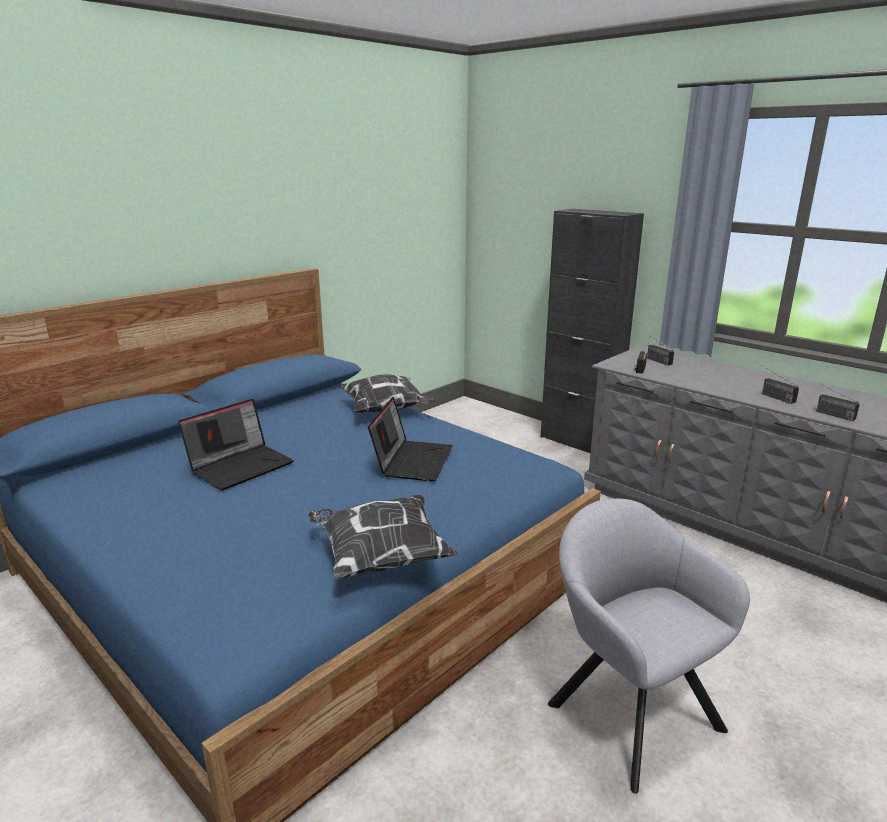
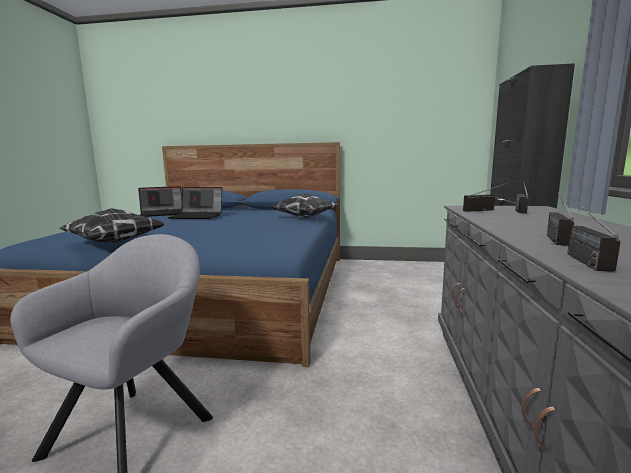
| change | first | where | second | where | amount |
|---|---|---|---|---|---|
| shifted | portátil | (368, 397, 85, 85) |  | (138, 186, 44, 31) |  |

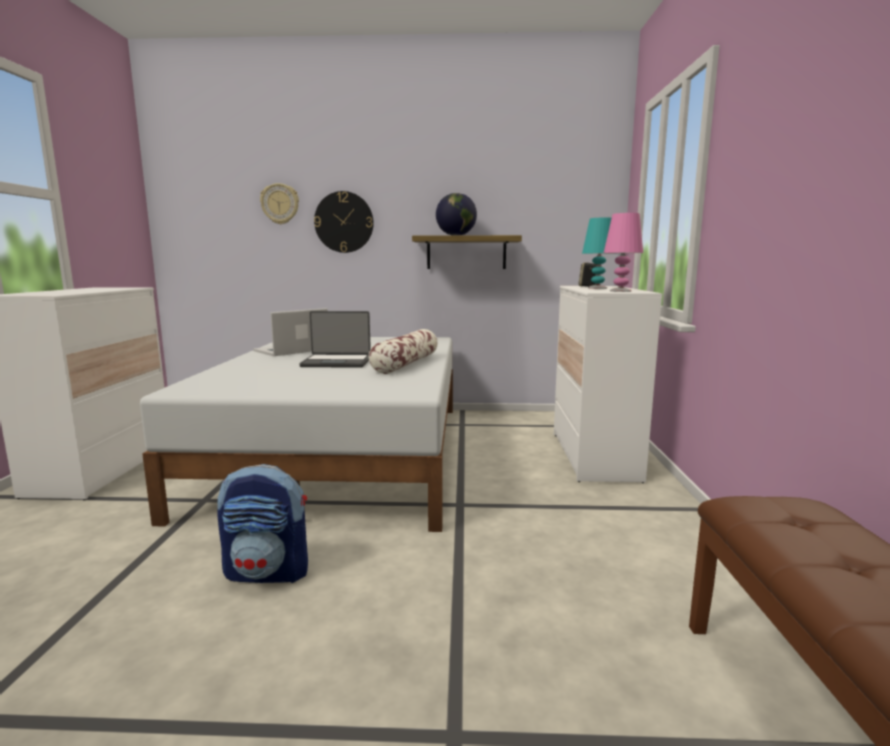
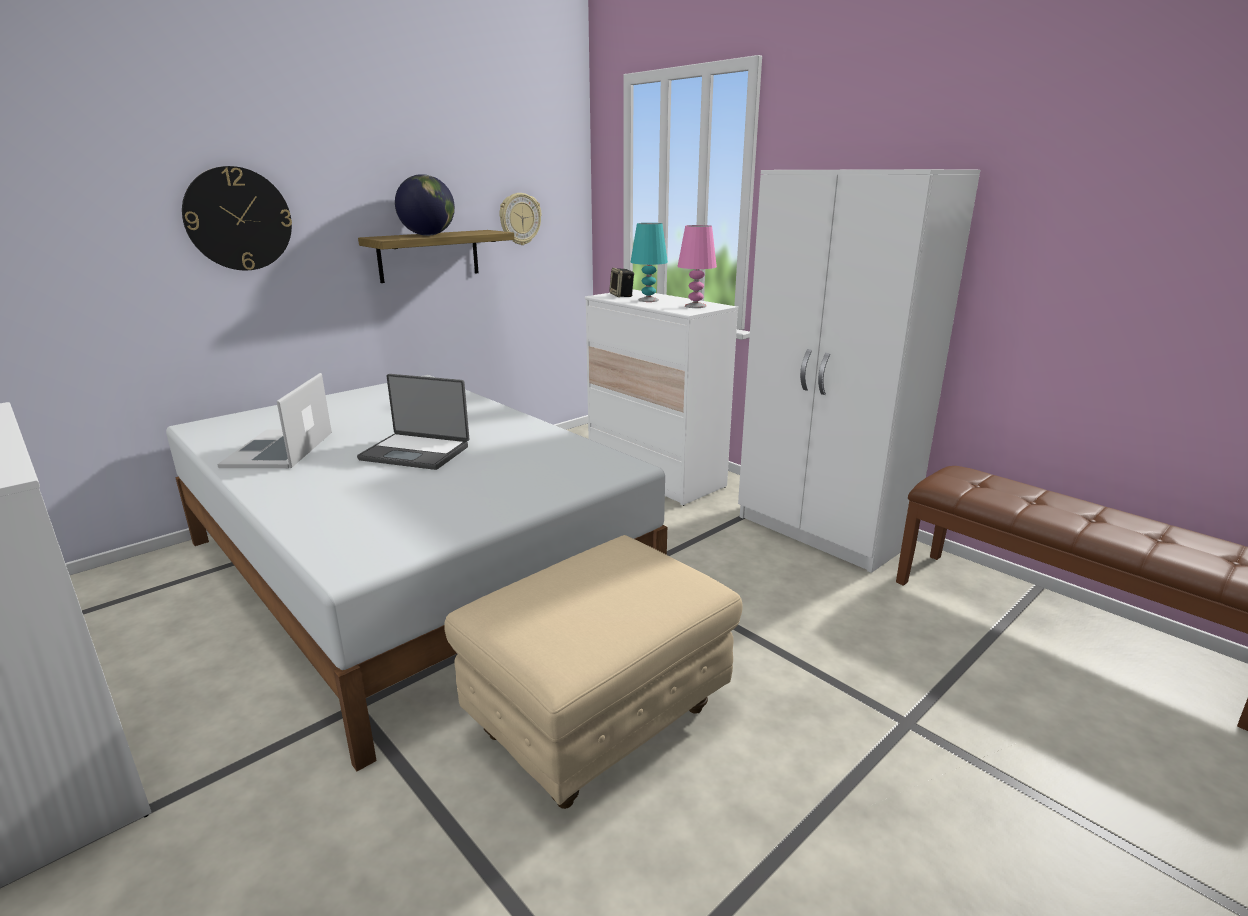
| change | first | where | second | where | amount |
|---|---|---|---|---|---|
| gone | cojín | (369, 329, 69, 45) |  |  |  |
| new |  |  | armario ropero/blanco | (738, 169, 242, 404) |  |
| shifted | reloj de pared | (260, 183, 39, 41) |  | (499, 193, 42, 52) |  |
| swapped | mochila | (217, 464, 91, 119) | puf/beis | (444, 535, 298, 274) |  |
| rotated | portátil | (299, 311, 72, 57) |  | (357, 374, 112, 96) | 60 degrees clockwise |

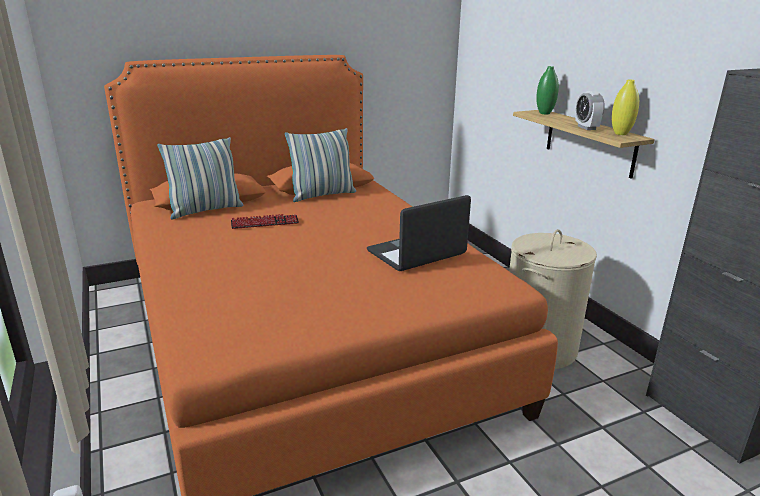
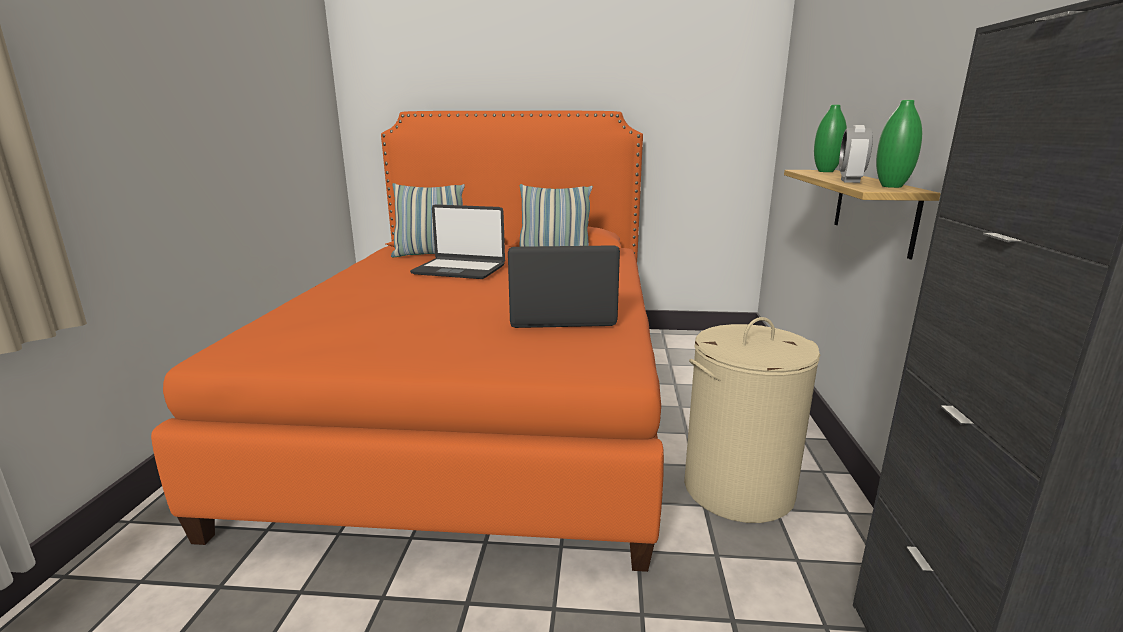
| change | first | where | second | where | amount |
|---|---|---|---|---|---|
| swapped | teclado | (231, 214, 68, 15) | portátil | (410, 204, 95, 75) |  |
| repainted | florero/amarillo | (612, 79, 27, 56) | florero/verde | (876, 100, 46, 88) |  |

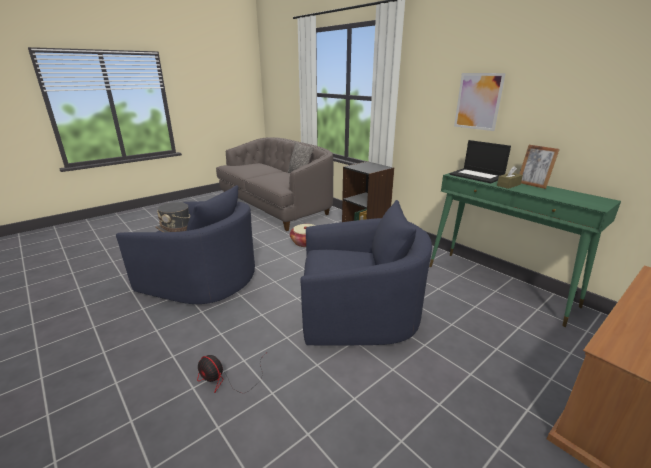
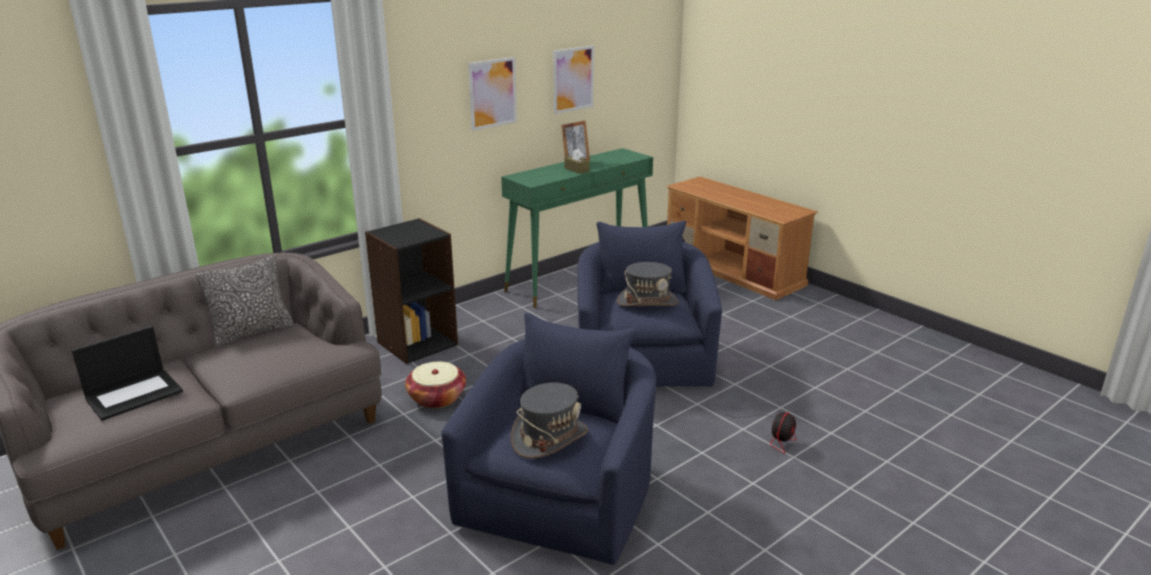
| change | first | where | second | where | amount |
|---|---|---|---|---|---|
| new |  |  | cuadro | (553, 46, 41, 68) |  |
| new |  |  | sombrero/gris | (617, 262, 61, 44) |  |
| shifted | portátil | (449, 140, 62, 43) |  | (72, 326, 111, 95) |  |

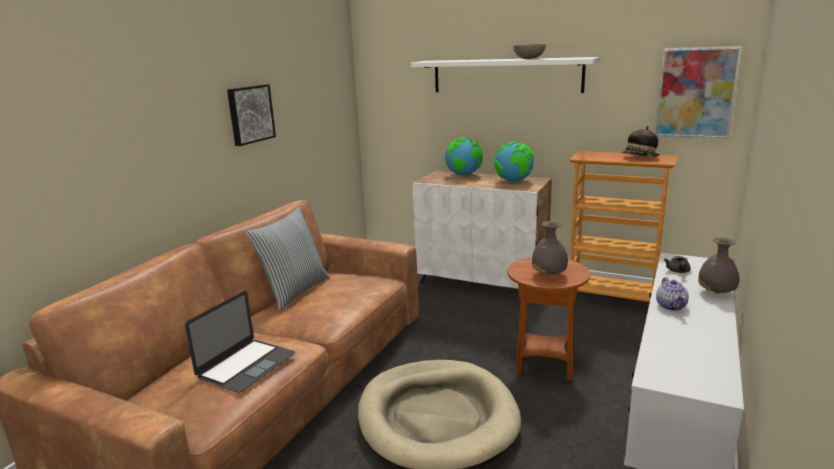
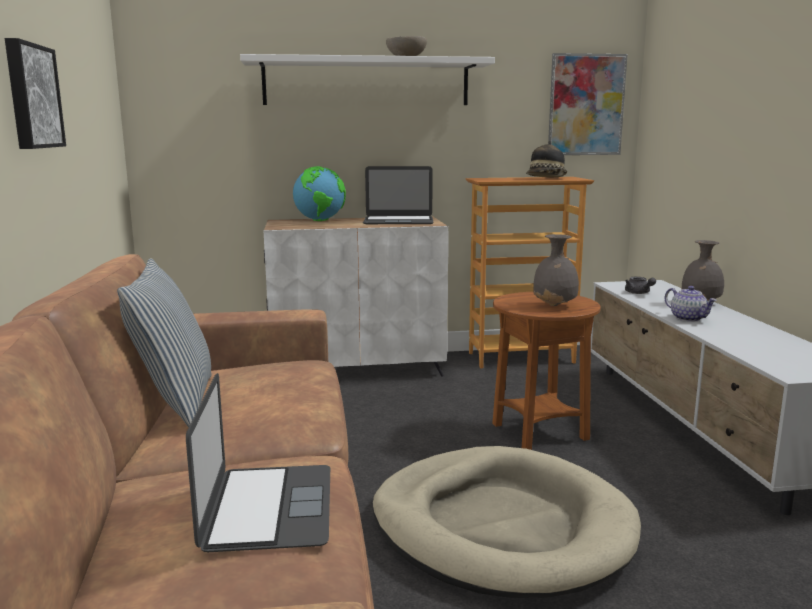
| change | first | where | second | where | amount |
|---|---|---|---|---|---|
| swapped | globo terráqueo | (494, 142, 40, 41) | portátil | (363, 166, 70, 58) |  |

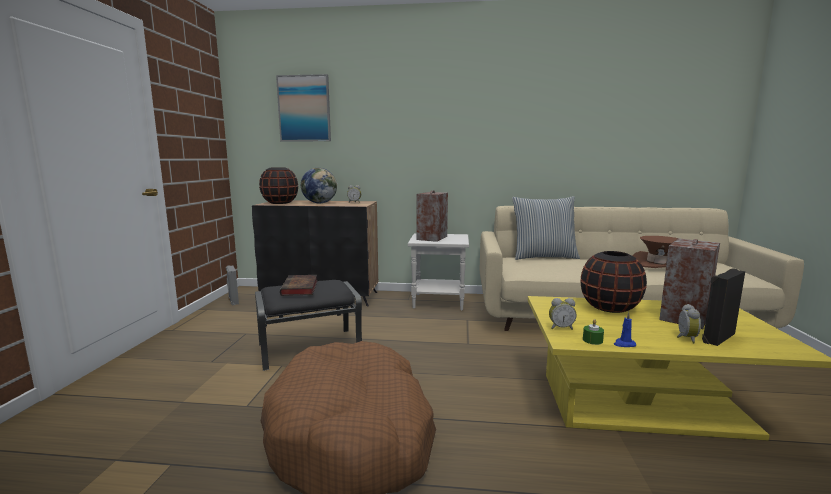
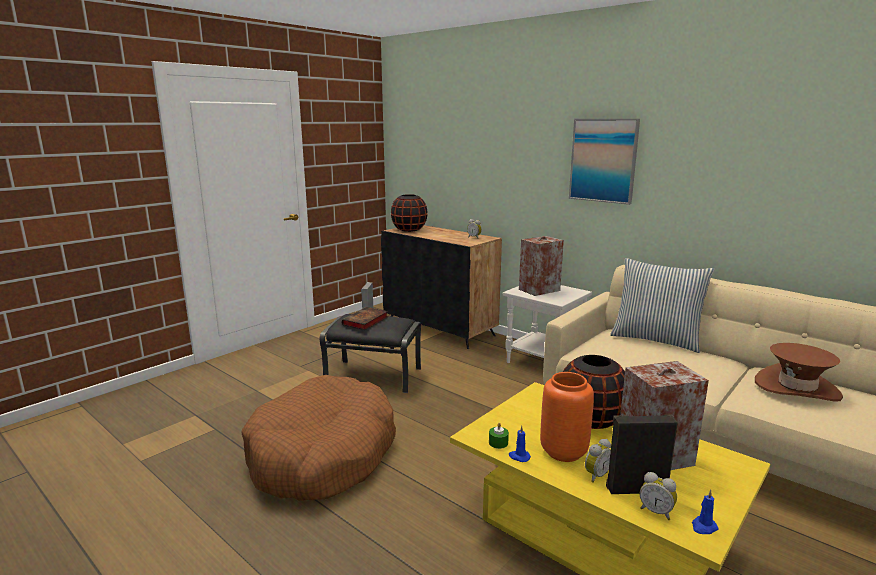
| change | first | where | second | where | amount |
|---|---|---|---|---|---|
| gone | globo terráqueo | (301, 168, 36, 36) |  |  |  |
| new |  |  | florero/naranja | (540, 372, 54, 90) |  |
| new |  |  | vela/azul | (692, 490, 27, 44) |  |
| shifted | cuadro | (276, 74, 55, 68) |  | (569, 119, 71, 86) |  |
| shifted | despertador | (549, 298, 28, 32) |  | (640, 472, 37, 48) |  |

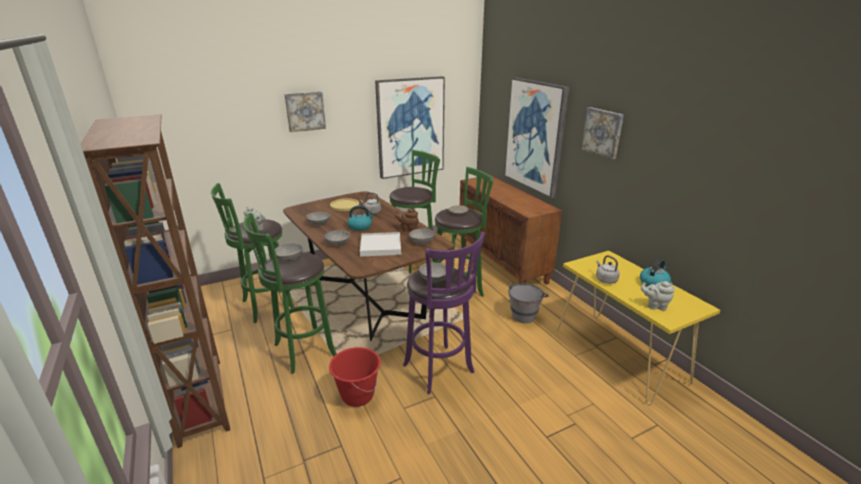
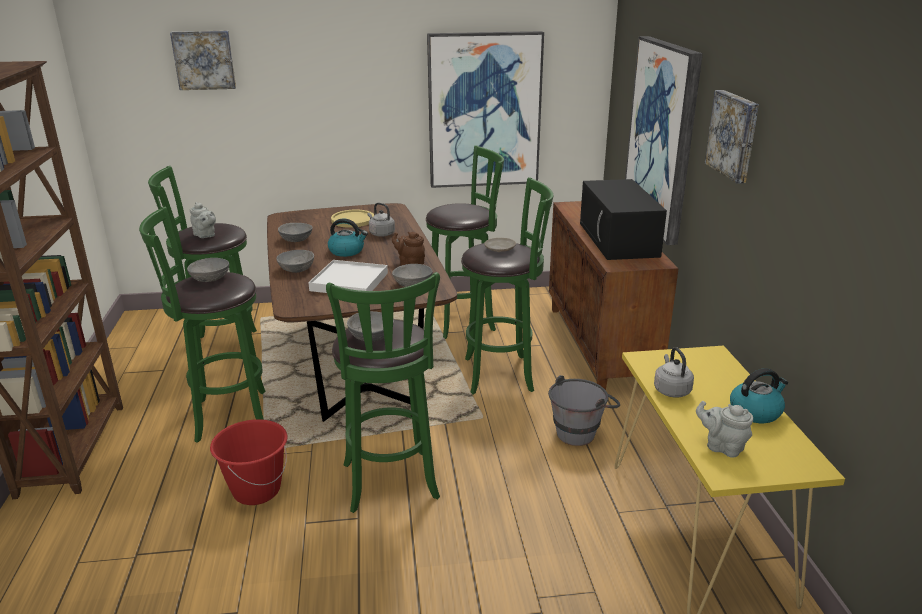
| change | first | where | second | where | amount |
|---|---|---|---|---|---|
| new |  |  | microondas/negro | (580, 179, 87, 81) |  |
| shifted | cuadro | (284, 91, 42, 41) |  | (170, 31, 66, 59) |  |
| repainted | taburete/morado | (403, 232, 82, 162) | taburete/verde | (326, 272, 114, 241) |  |

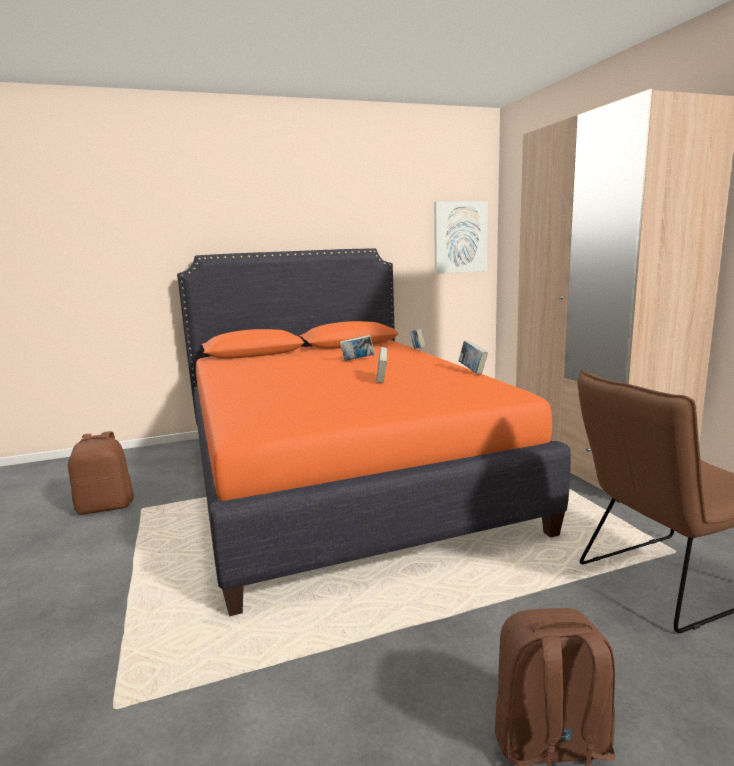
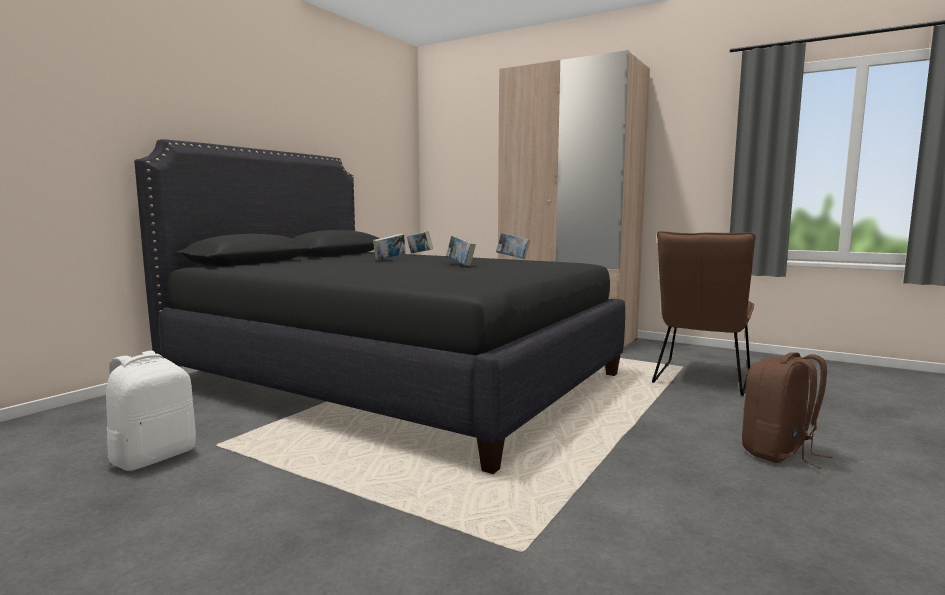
| change | first | where | second | where | amount |
|---|---|---|---|---|---|
| gone | cuadro | (434, 201, 54, 73) |  |  |  |
| repainted | mochila/marrón | (68, 431, 66, 84) | mochila/blanco | (106, 351, 90, 120) |  |
| repainted | cama/naranja | (177, 248, 394, 368) | cama/negro | (134, 139, 491, 335) |  |

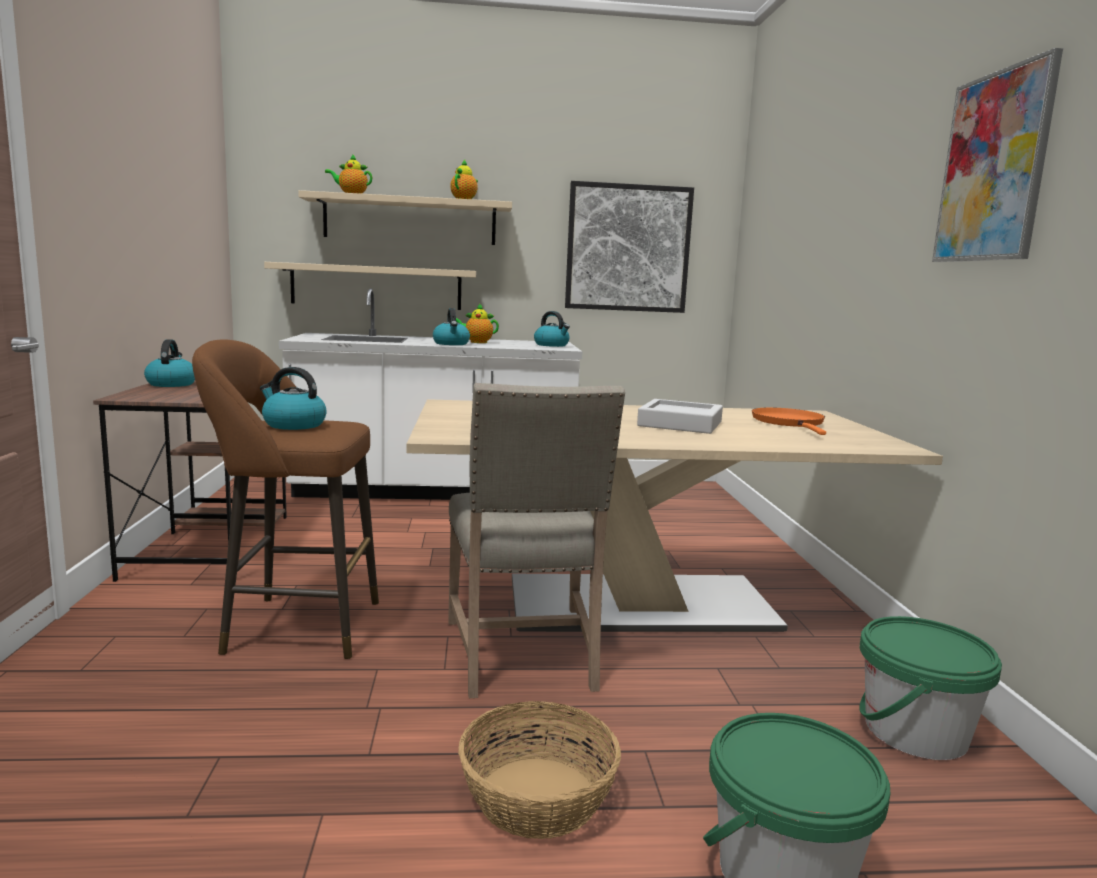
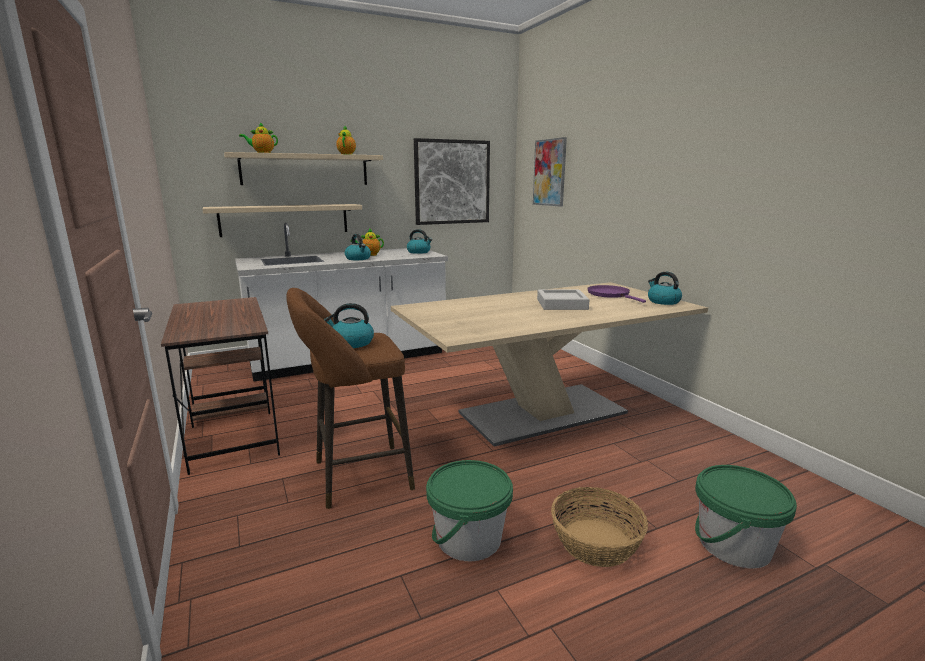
| change | first | where | second | where | amount |
|---|---|---|---|---|---|
| gone | silla/beis | (448, 383, 177, 315) |  |  |  |
| shifted | hervidor | (144, 339, 51, 48) |  | (648, 272, 34, 33) |  |
| shifted | cubo/verde | (859, 616, 143, 144) |  | (426, 460, 87, 101) |  |
| shifted | cuadro | (932, 48, 131, 214) |  | (533, 137, 34, 70) |  |
| repainted | sartén/naranja | (752, 407, 74, 28) | sartén/morado | (587, 285, 59, 18) |  |

